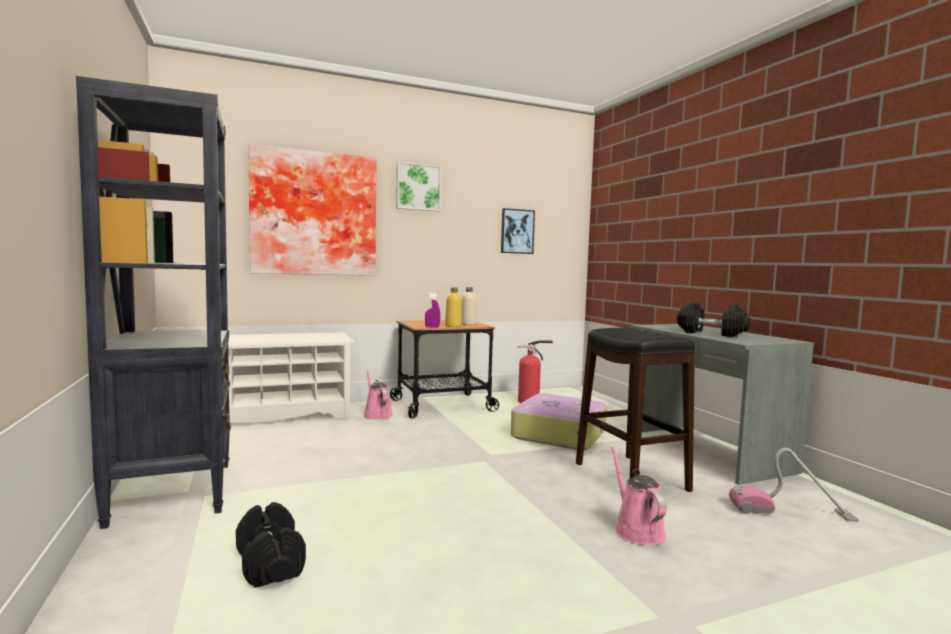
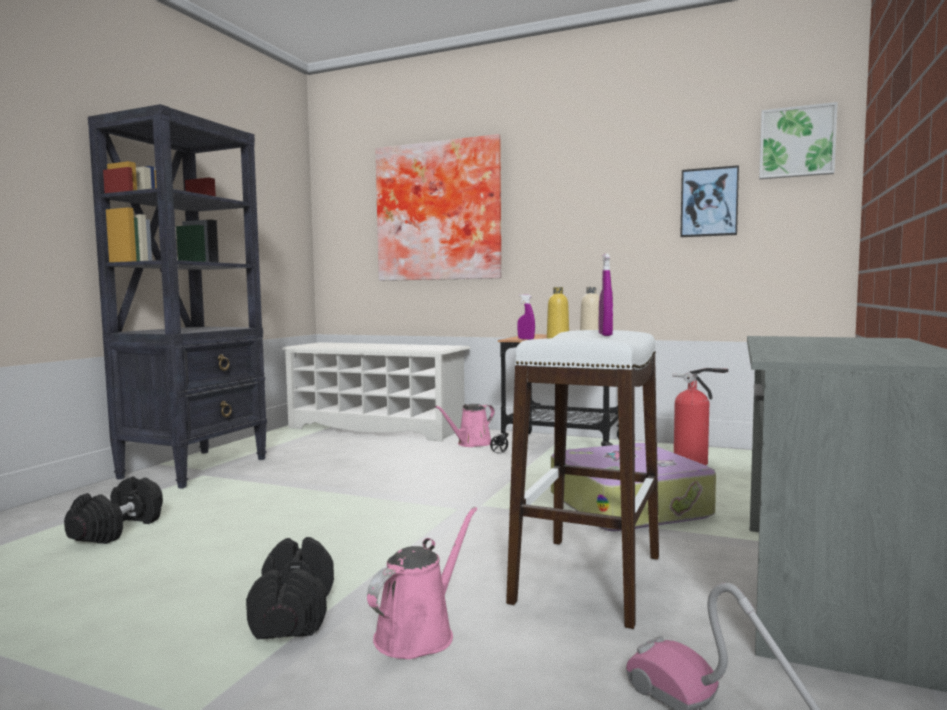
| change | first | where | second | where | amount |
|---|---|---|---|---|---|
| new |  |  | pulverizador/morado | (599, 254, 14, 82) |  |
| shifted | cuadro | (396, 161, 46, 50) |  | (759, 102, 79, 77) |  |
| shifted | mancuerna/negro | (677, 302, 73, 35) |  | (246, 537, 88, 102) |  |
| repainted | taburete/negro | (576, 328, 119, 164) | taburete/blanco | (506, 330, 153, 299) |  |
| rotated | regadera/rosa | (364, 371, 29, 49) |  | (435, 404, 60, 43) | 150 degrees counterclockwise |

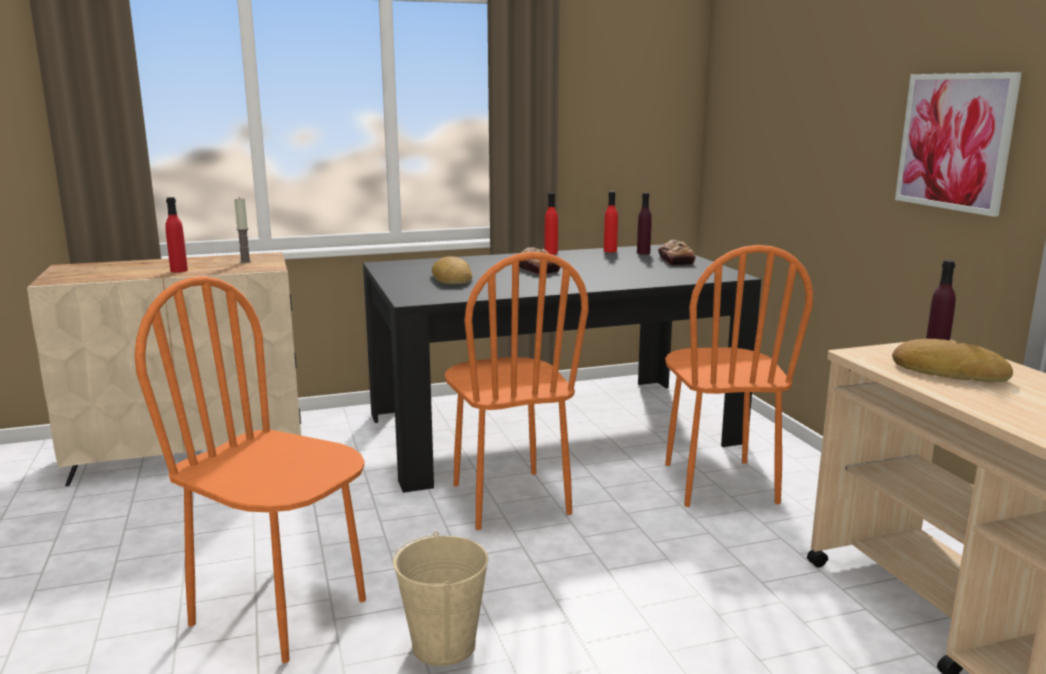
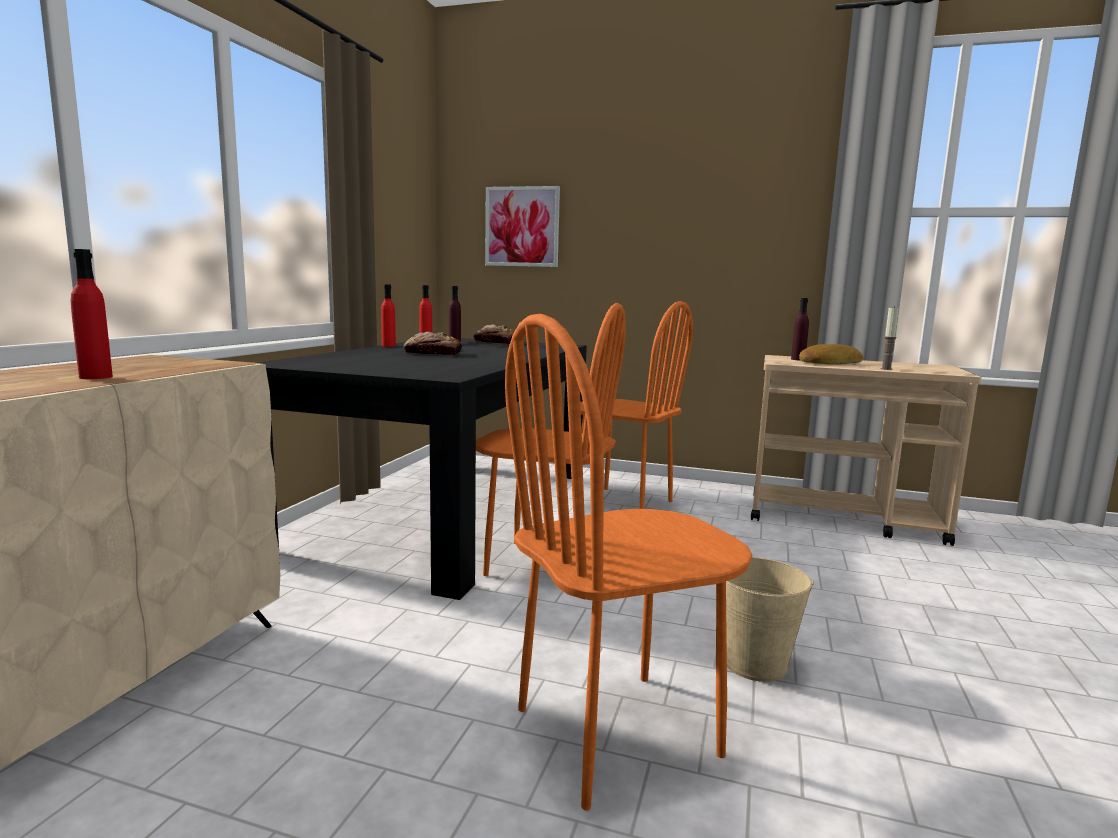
| change | first | where | second | where | amount |
|---|---|---|---|---|---|
| gone | pan | (432, 256, 40, 28) |  |  |  |
| shifted | vela | (234, 197, 17, 66) |  | (881, 306, 19, 64) |  |
| shifted | cuadro | (895, 72, 127, 145) |  | (485, 186, 75, 81) |  |

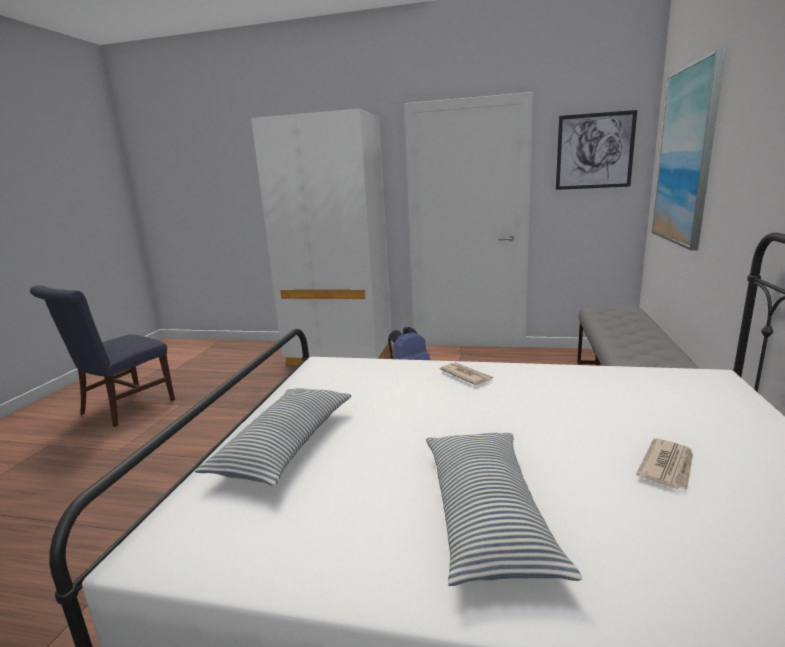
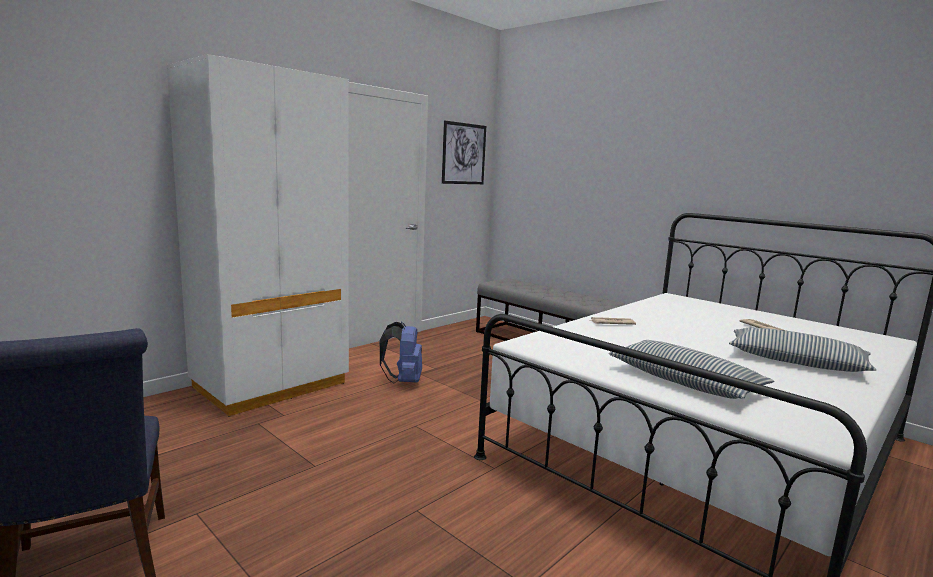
| change | first | where | second | where | amount |
|---|---|---|---|---|---|
| gone | cuadro | (652, 48, 74, 203) |  |  |  |

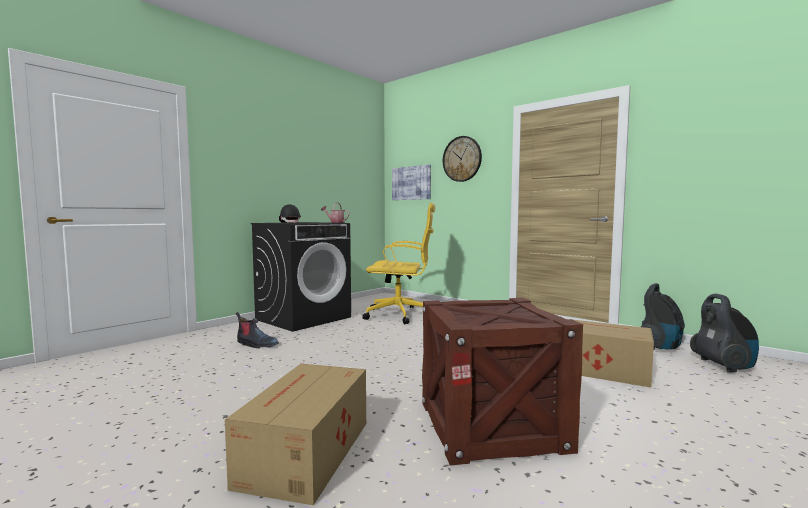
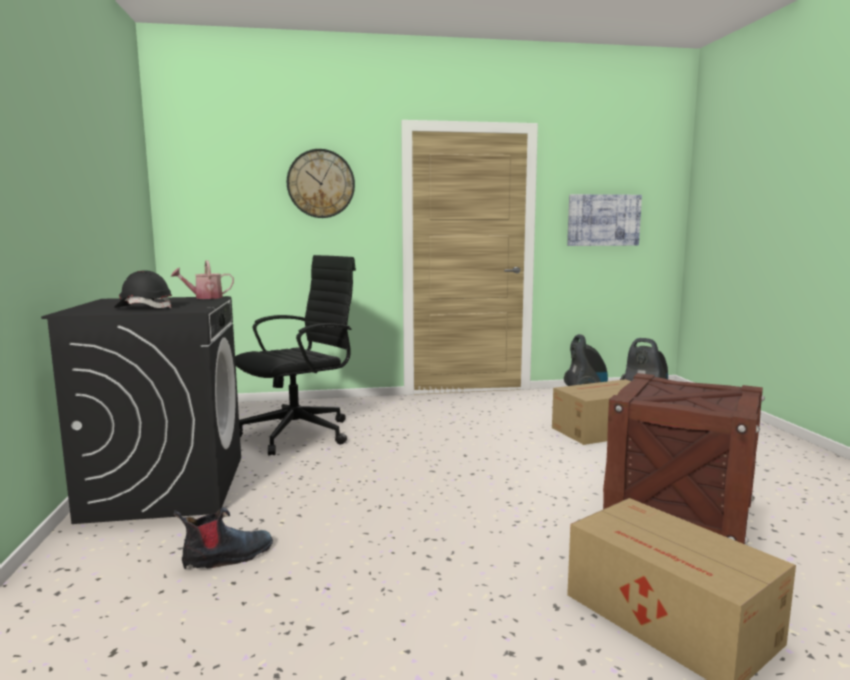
| change | first | where | second | where | amount |
|---|---|---|---|---|---|
| shifted | cuadro | (392, 165, 39, 35) |  | (567, 194, 75, 52) |  |
| repainted | silla de oficina/amarillo | (363, 203, 72, 121) | silla de oficina/negro | (235, 255, 121, 200) |  |

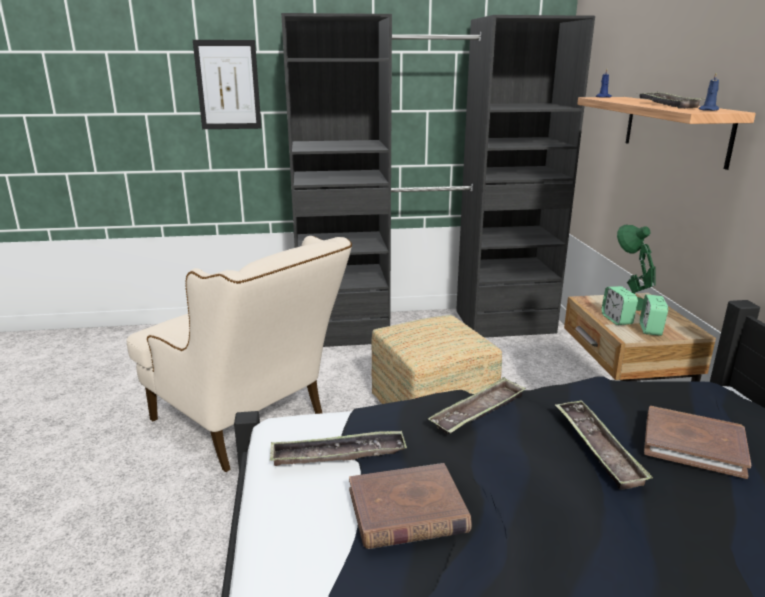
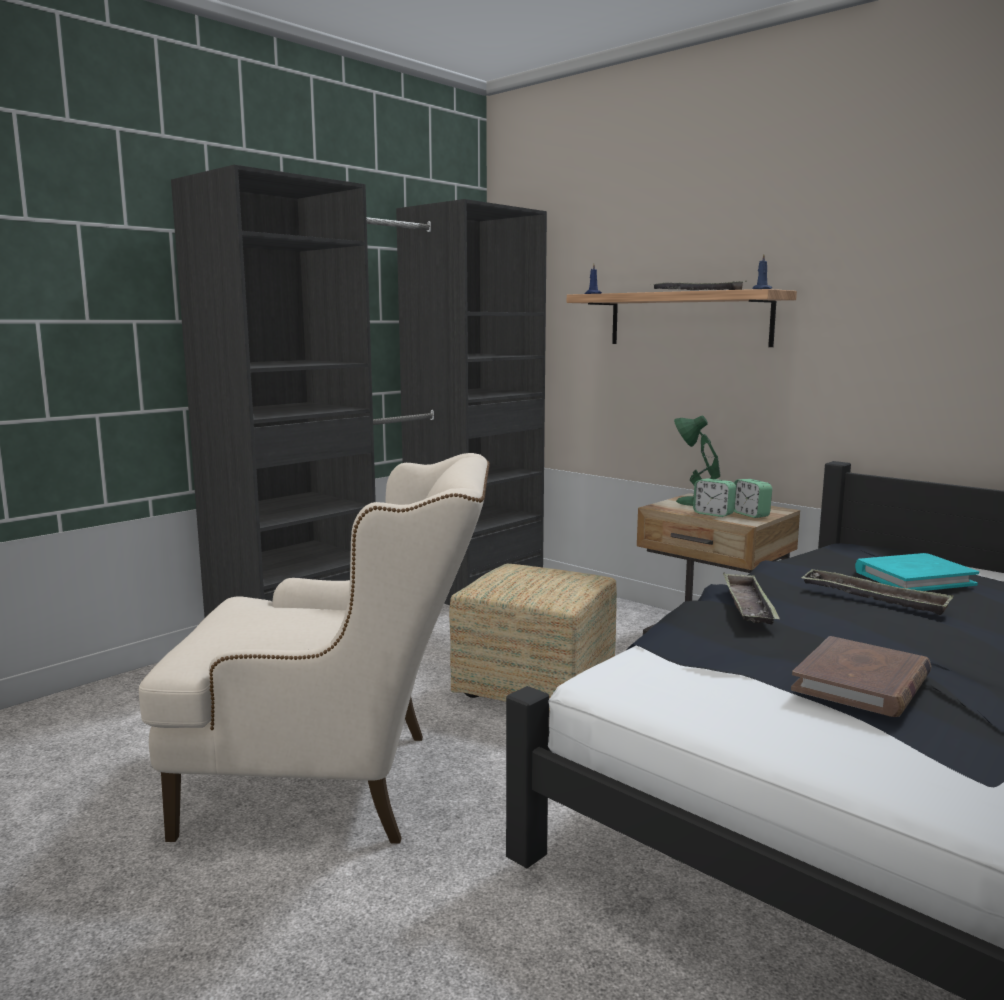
| change | first | where | second | where | amount |
|---|---|---|---|---|---|
| gone | cuadro | (193, 40, 68, 89) |  |  |  |
| gone | bandeja | (270, 430, 137, 36) |  |  |  |
| repainted | libro/marrón | (644, 406, 108, 73) | libro/turquesa | (855, 553, 124, 38) |  |

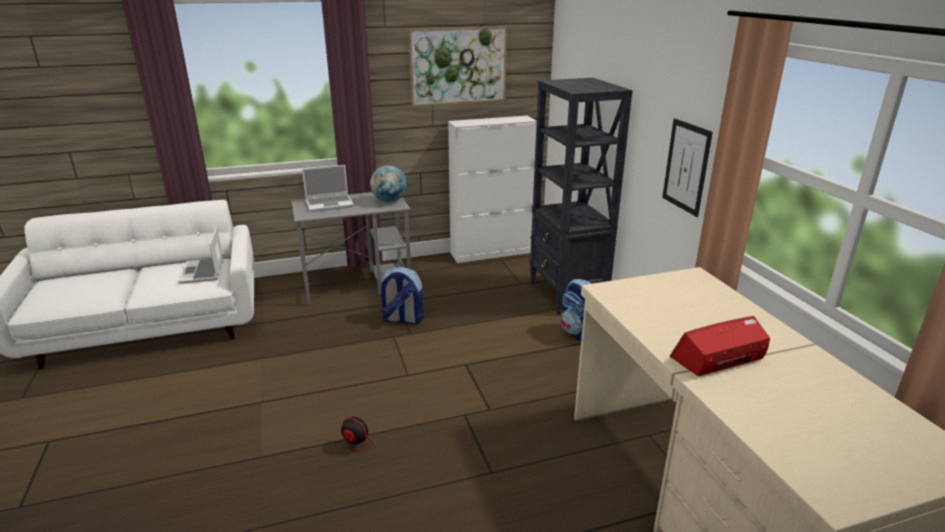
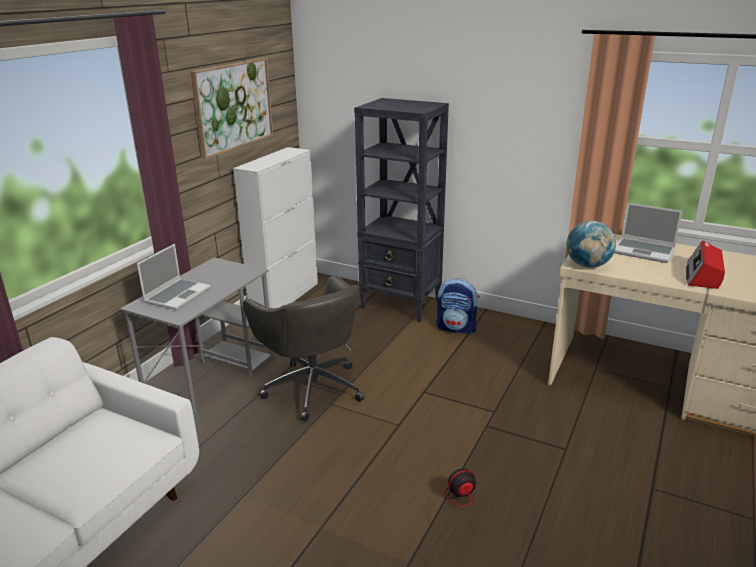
| change | first | where | second | where | amount |
|---|---|---|---|---|---|
| gone | cuadro | (662, 118, 51, 99) |  |  |  |
| shifted | portátil | (178, 226, 46, 58) |  | (614, 203, 68, 60) |  |
| shifted | globo terráqueo | (370, 166, 37, 36) |  | (567, 221, 49, 47) |  |
| swapped | mochila | (379, 267, 45, 58) | silla de oficina/gris | (243, 276, 121, 146) |  |

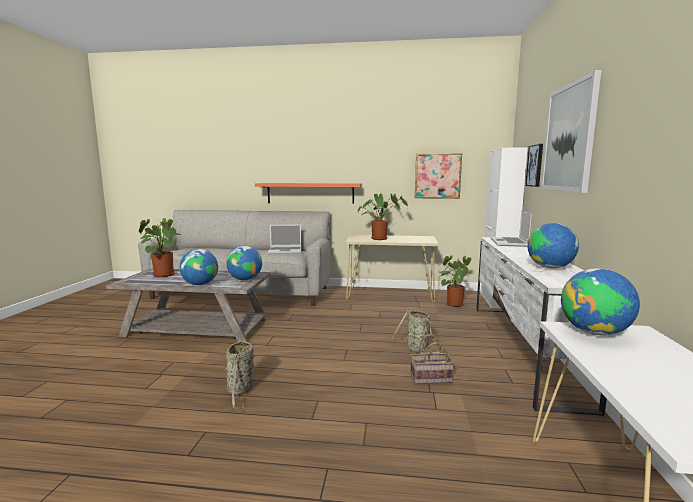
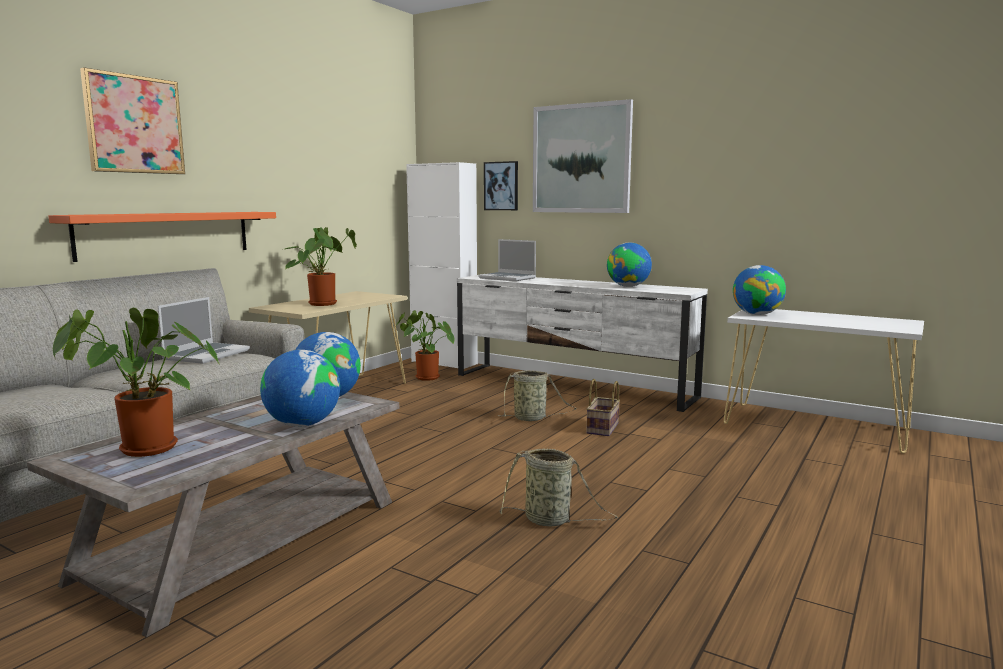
| change | first | where | second | where | amount |
|---|---|---|---|---|---|
| shifted | cuadro | (415, 153, 47, 46) |  | (80, 68, 105, 106) |  |

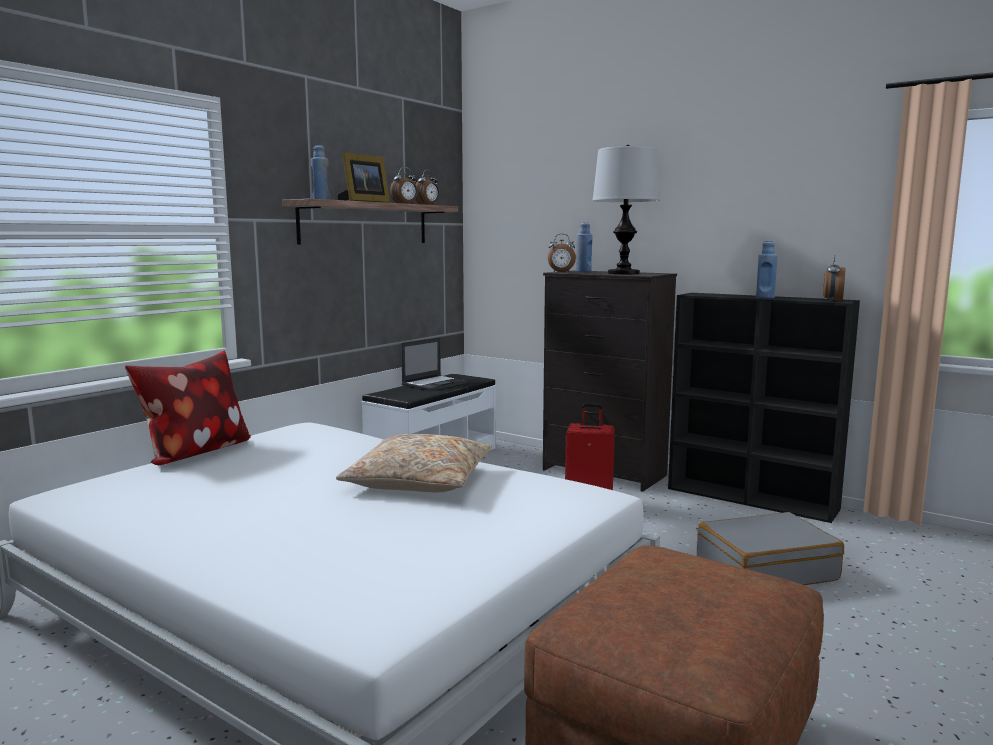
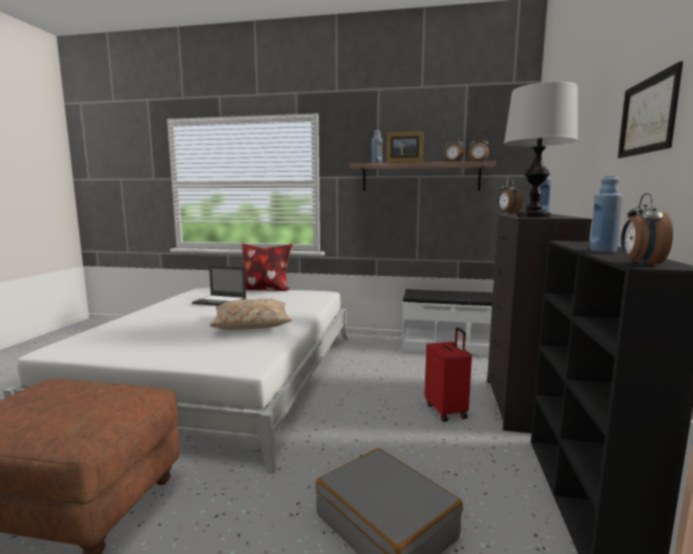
| change | first | where | second | where | amount |
|---|---|---|---|---|---|
| new |  |  | cuadro | (618, 61, 65, 97) |  |
| shifted | portátil | (401, 338, 67, 53) |  | (192, 265, 54, 41) |  |
| rotated | despertador | (823, 255, 22, 47) |  | (621, 193, 52, 73) | 75 degrees counterclockwise |

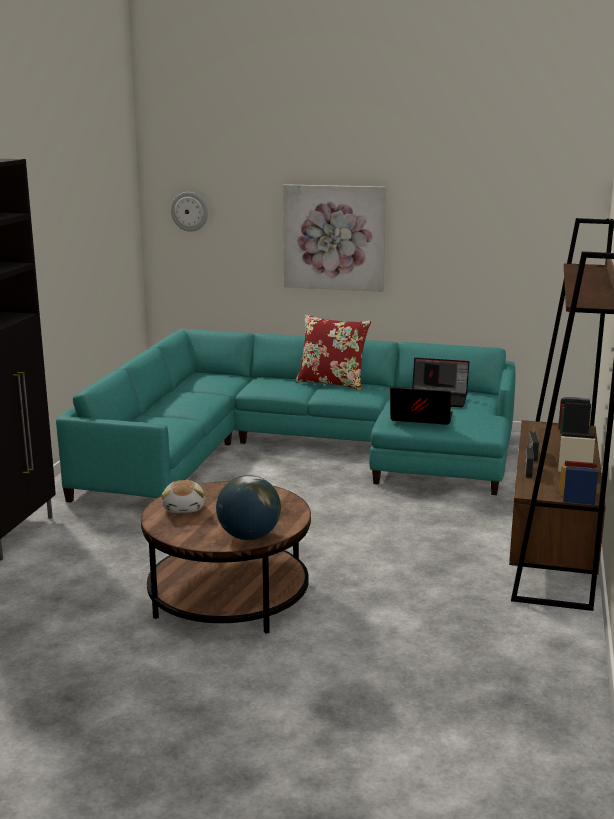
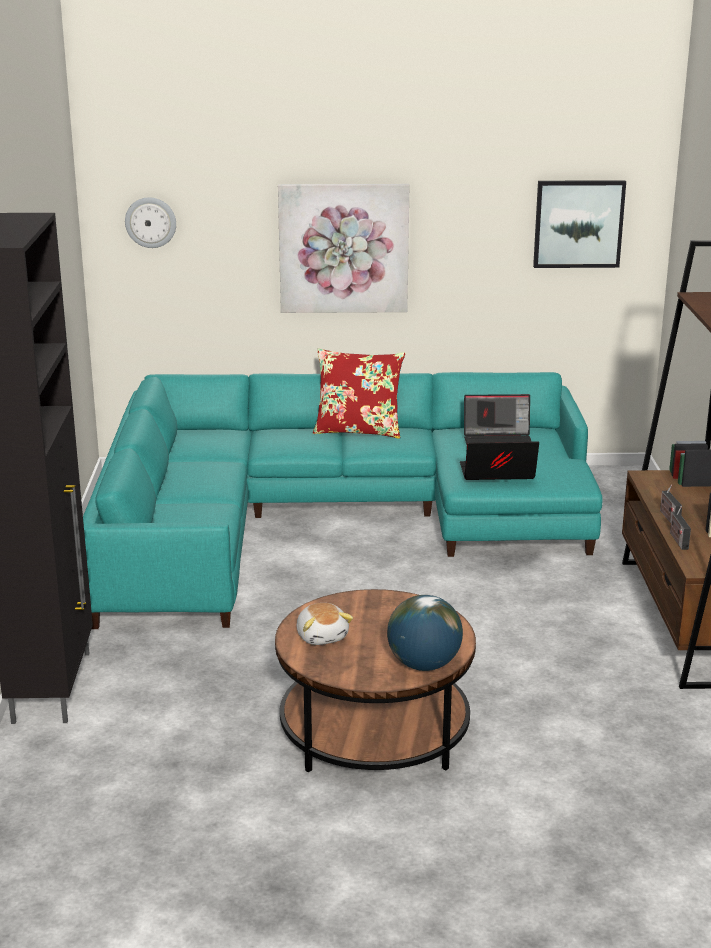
| change | first | where | second | where | amount |
|---|---|---|---|---|---|
| new |  |  | cuadro | (533, 180, 93, 88) |  |

